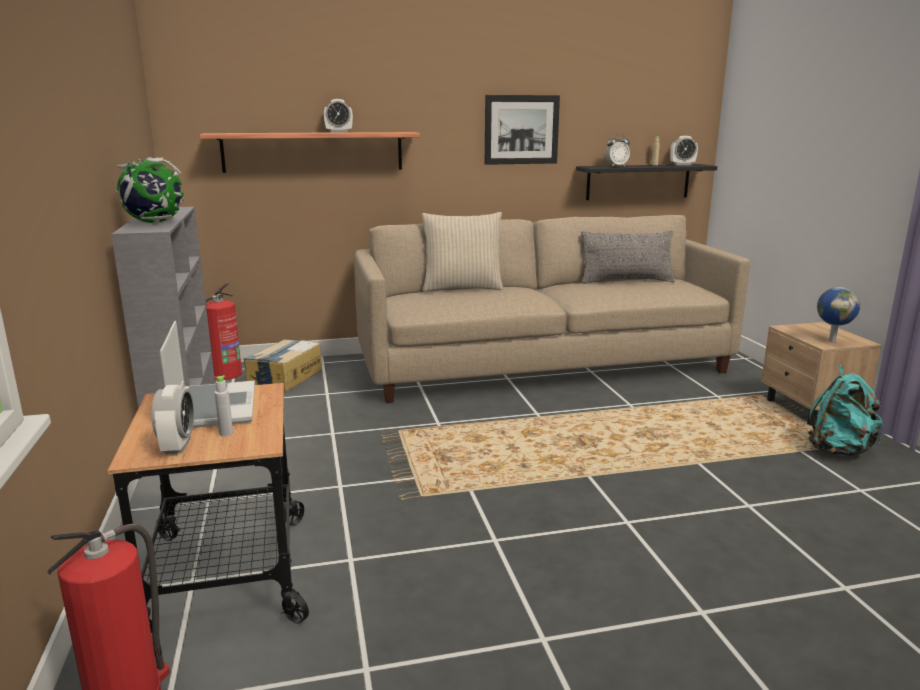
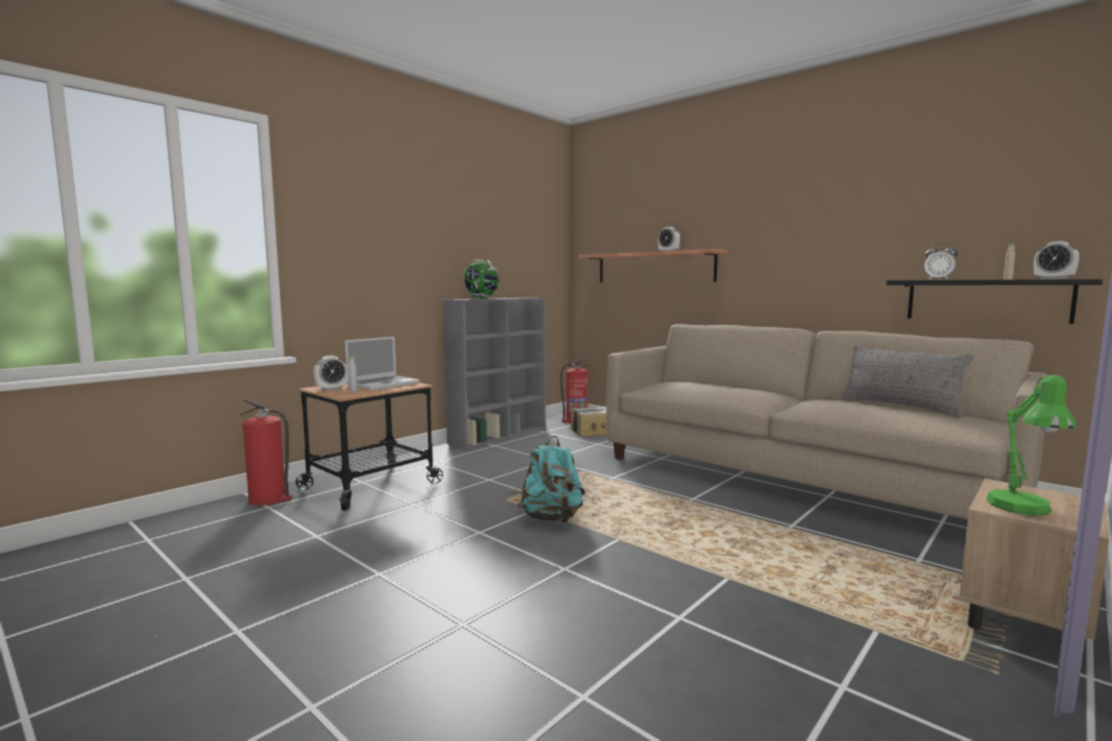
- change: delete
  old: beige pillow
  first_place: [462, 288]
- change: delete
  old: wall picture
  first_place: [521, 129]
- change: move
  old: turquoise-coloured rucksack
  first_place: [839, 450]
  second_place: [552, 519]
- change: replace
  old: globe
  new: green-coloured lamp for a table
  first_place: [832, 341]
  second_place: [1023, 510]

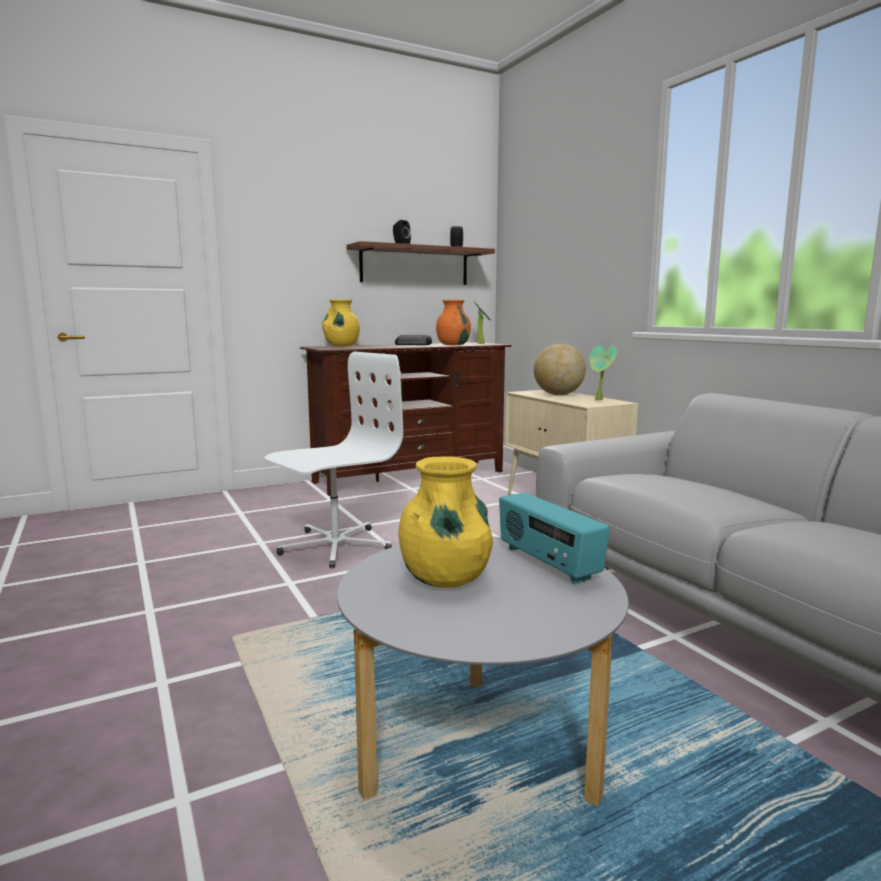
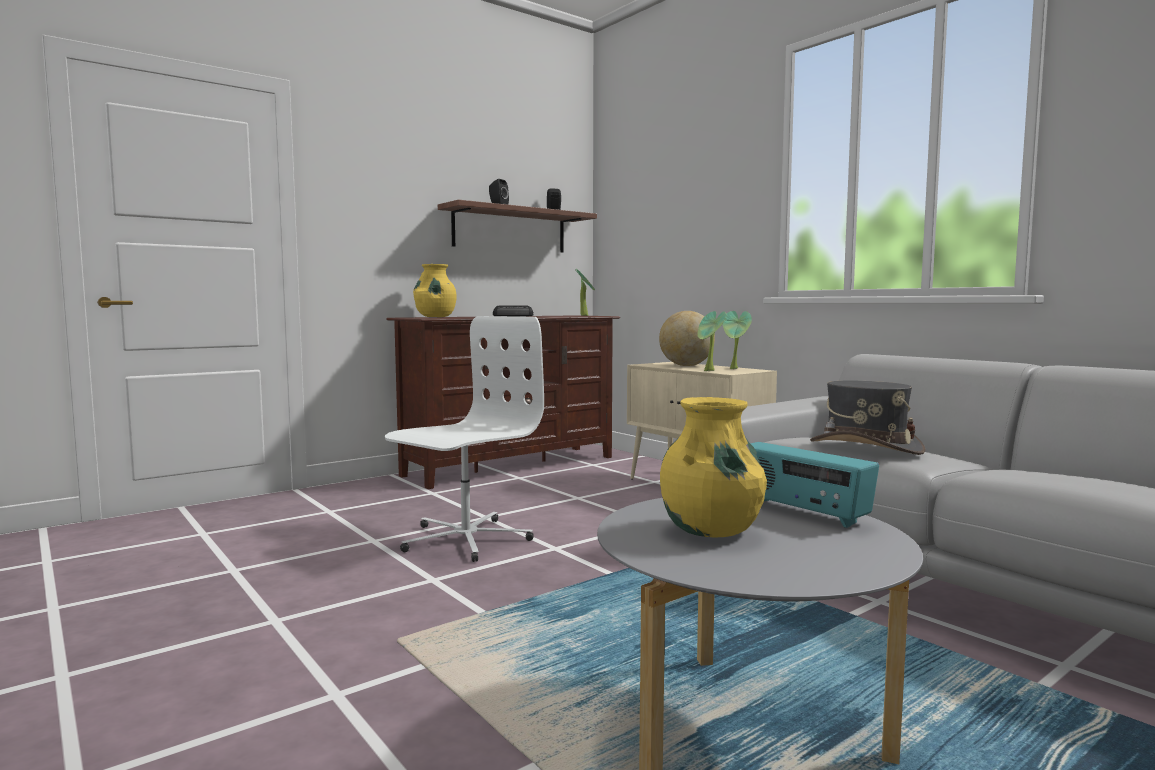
- change: delete
  old: orange vase
  first_place: [453, 345]
- change: insert
  new: potted plant
  second_place: [709, 371]
- change: insert
  new: grey hat
  second_place: [865, 447]

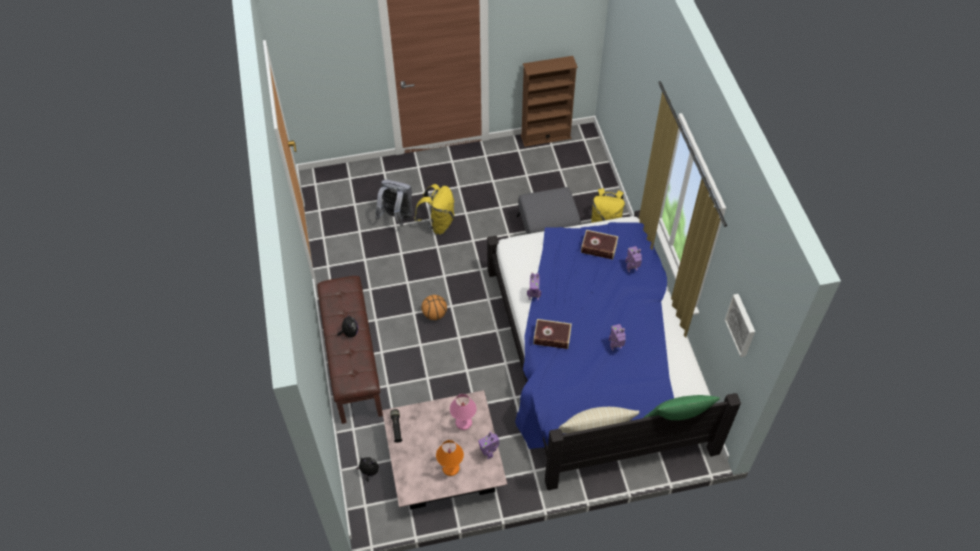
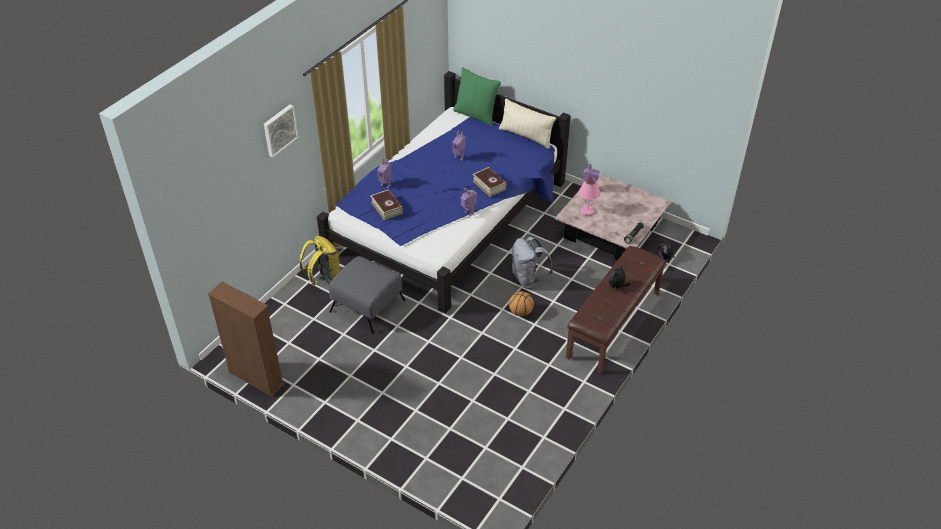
- change: move
  old: grey rucksack
  first_place: [397, 217]
  second_place: [528, 279]
- change: delete
  old: yellowish rucksack
  first_place: [438, 224]
- change: delete
  old: orange lamp for a table
  first_place: [450, 468]
- change: move
  old: wall picture
  first_place: [742, 325]
  second_place: [279, 130]

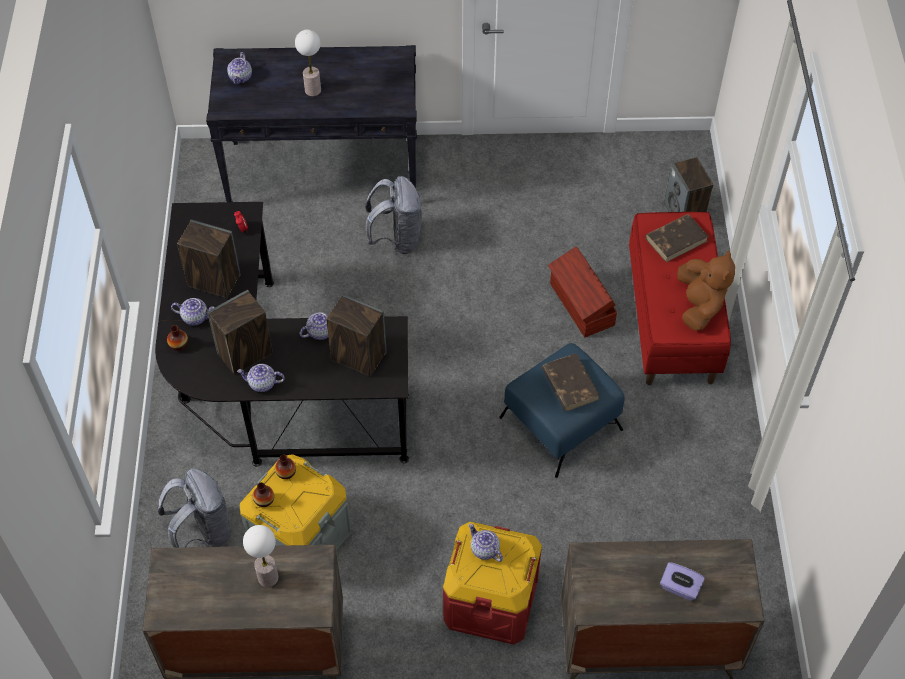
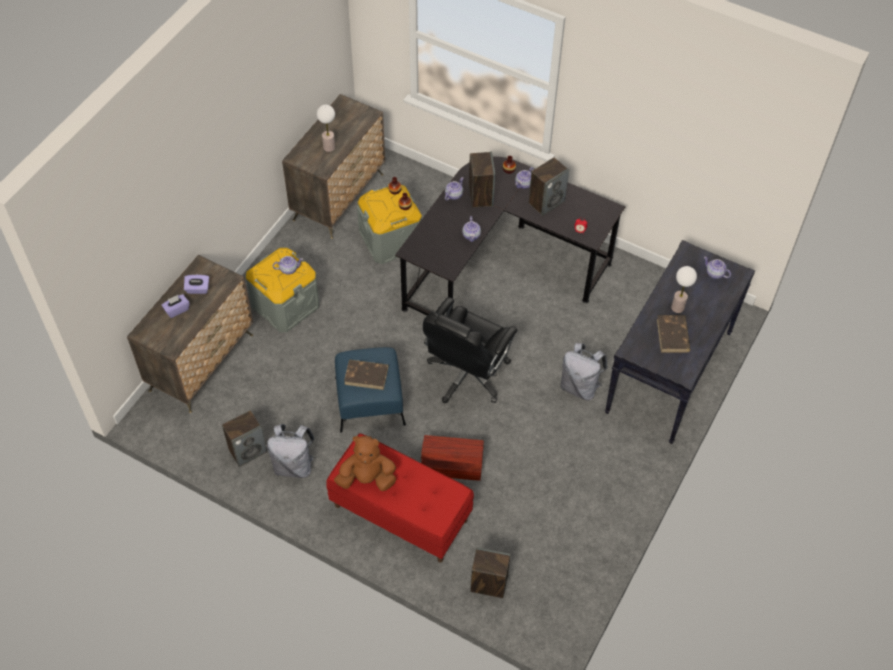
- change: move
  old: grey rucksack
  first_place: [203, 531]
  second_place: [294, 465]
- change: move
  old: audio speaker
  first_place: [358, 356]
  second_place: [248, 450]
- change: recolor
  old: red-coloured storage box
  new: grey storage box
  first_place: [491, 600]
  second_place: [285, 305]
- change: move
  old: brown-coloured book
  first_place: [676, 239]
  second_place: [673, 336]
- change: rotate
  old: brown-coloured soft toy
  first_place: [699, 306]
  second_place: [367, 479]
  degrees: 150
- change: insert
  new: purple-coloured box of tissues
  second_place: [198, 289]
- change: insert
  new: black-coloured desk chair
  second_place: [467, 375]

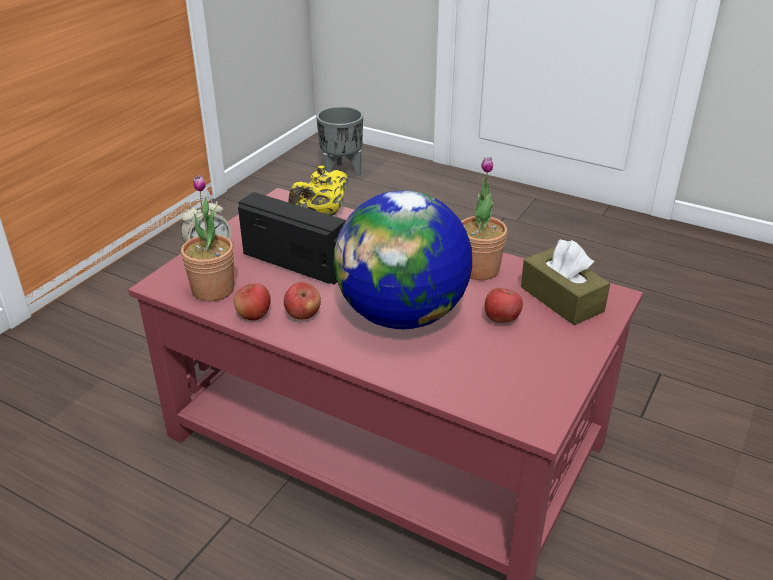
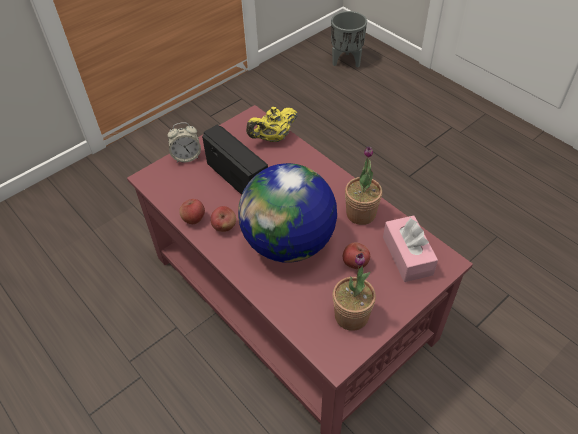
- change: move
  old: potted plant
  first_place: [213, 290]
  second_place: [351, 316]
- change: recolor
  old: brown-coloured box of tissues
  new: pinkish box of tissues
  first_place: [561, 299]
  second_place: [407, 255]

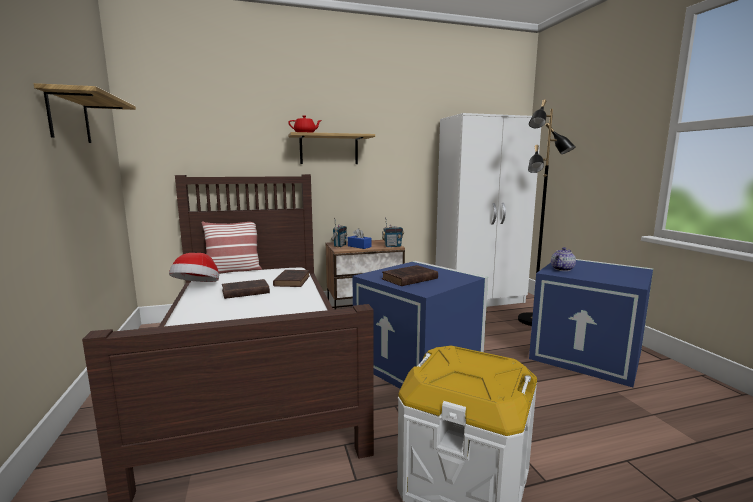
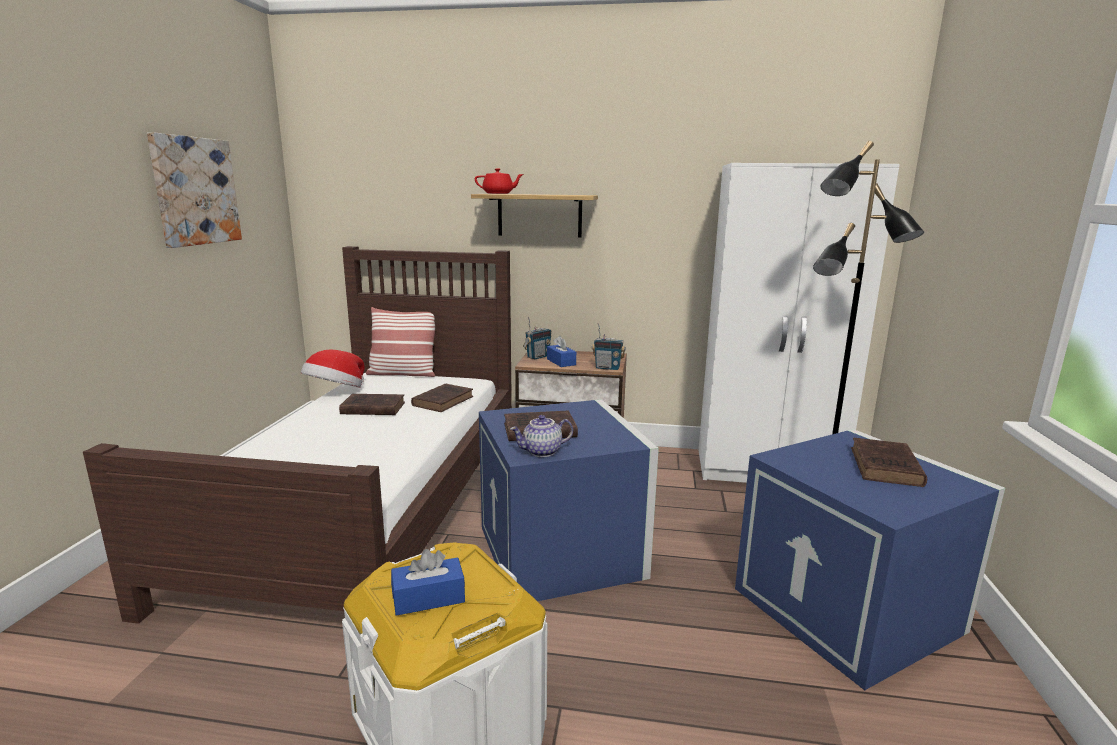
- change: replace
  old: bracket shelf
  new: wall picture
  first_place: [69, 118]
  second_place: [195, 191]
- change: move
  old: teapot
  first_place: [562, 269]
  second_place: [542, 452]
- change: insert
  new: blue-coloured box of tissues
  second_place: [428, 598]
- change: insert
  new: brown-coloured book
  second_place: [886, 468]

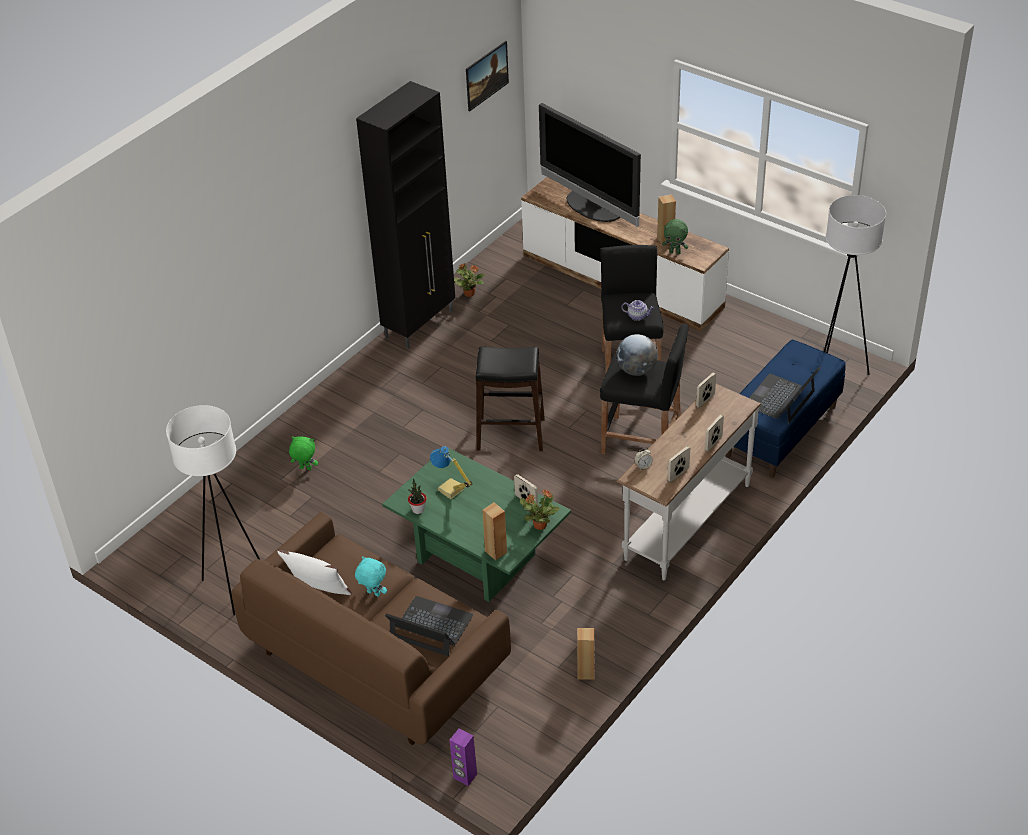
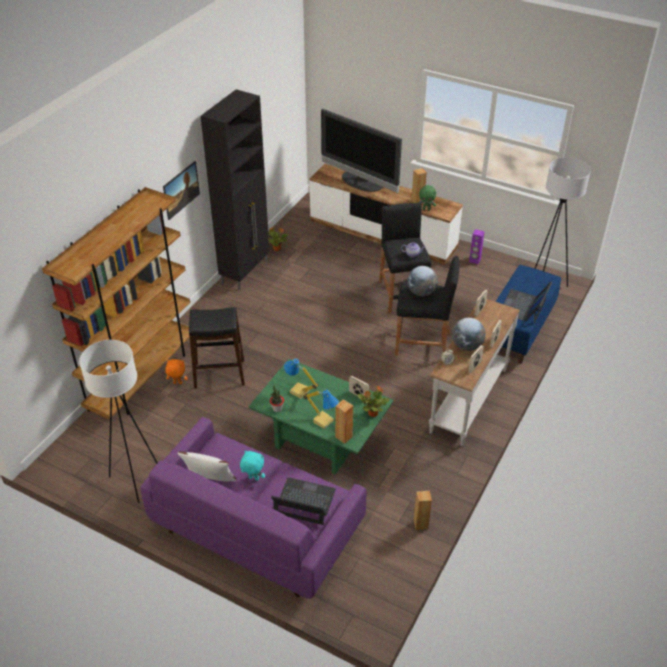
- change: recolor
  old: brown-coloured couch
  new: purple-coloured couch
  first_place: [376, 659]
  second_place: [257, 528]
- change: recolor
  old: green-coloured soft toy
  new: orange soft toy
  first_place: [305, 469]
  second_place: [177, 383]
- change: move
  old: purple-coloured audio speaker
  first_place: [465, 776]
  second_place: [474, 260]
- change: move
  old: wall picture
  first_place: [487, 86]
  second_place: [182, 198]
- change: move
  old: black-coloured stool
  first_place: [511, 434]
  second_place: [219, 374]
- change: insert
  new: brown-coloured shelving unit
  second_place: [142, 377]
- change: insert
  new: lamp for a table
  second_place: [323, 420]
- change: insert
  new: globe
  second_place: [467, 346]

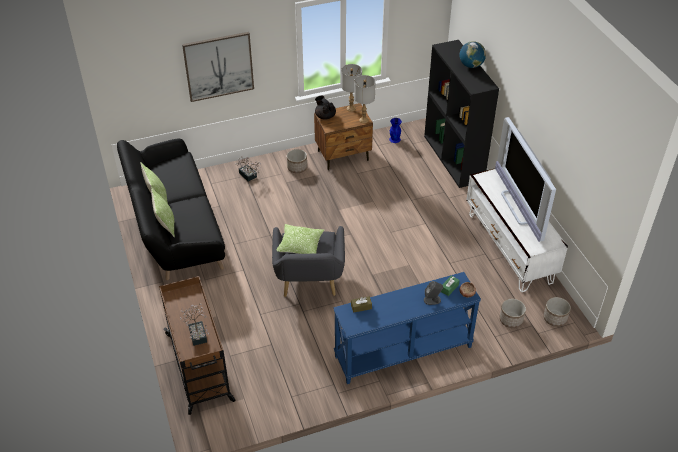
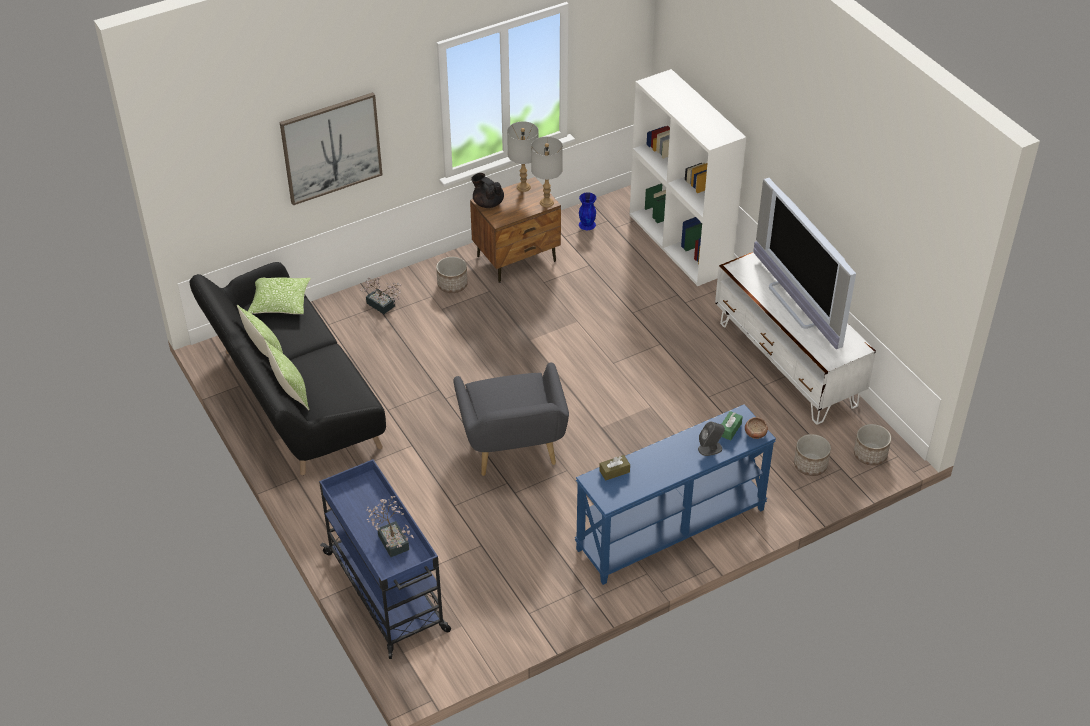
- change: recolor
  old: brown-coloured cart
  new: blue-coloured cart
  first_place: [200, 368]
  second_place: [387, 593]
- change: move
  old: pillow
  first_place: [300, 245]
  second_place: [280, 303]
- change: recolor
  old: black-coloured shelving unit
  new: whitish shelving unit
  first_place: [454, 158]
  second_place: [680, 243]
- change: delete
  old: globe
  first_place: [471, 65]

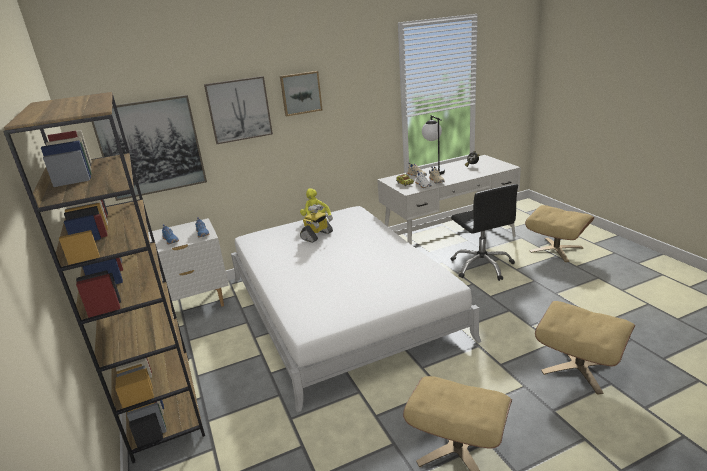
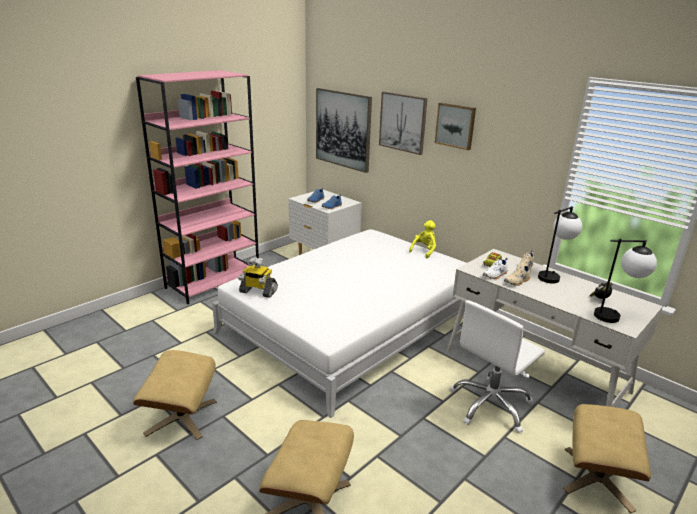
- change: recolor
  old: brown-coloured shelving unit
  new: pinkish shelving unit
  first_place: [163, 404]
  second_place: [213, 282]
- change: move
  old: toy robot
  first_place: [317, 236]
  second_place: [258, 291]
- change: recolor
  old: black-coloured desk chair
  new: whitish desk chair
  first_place: [482, 266]
  second_place: [491, 405]
- change: insert
  new: lamp for a table
  second_place: [616, 316]

